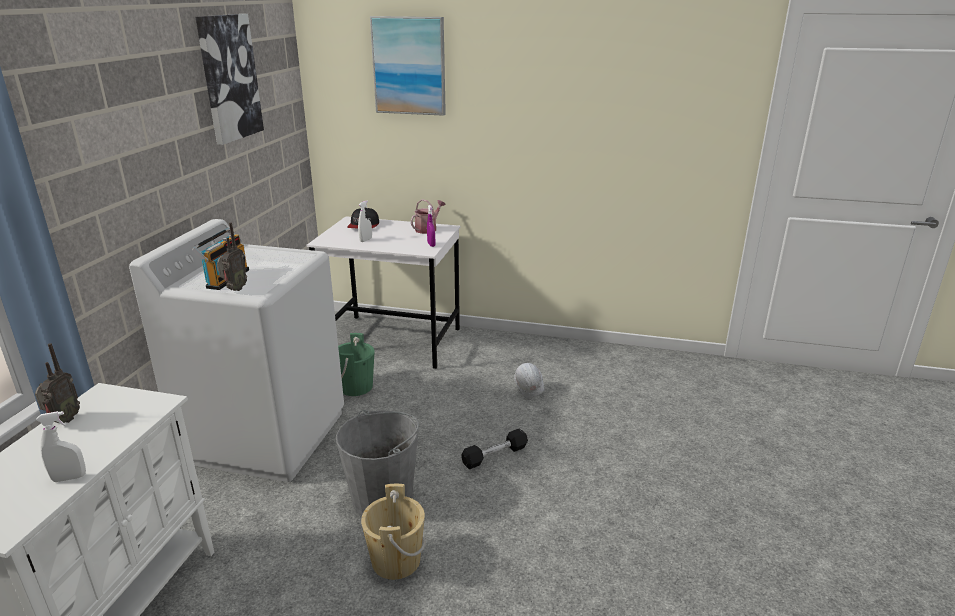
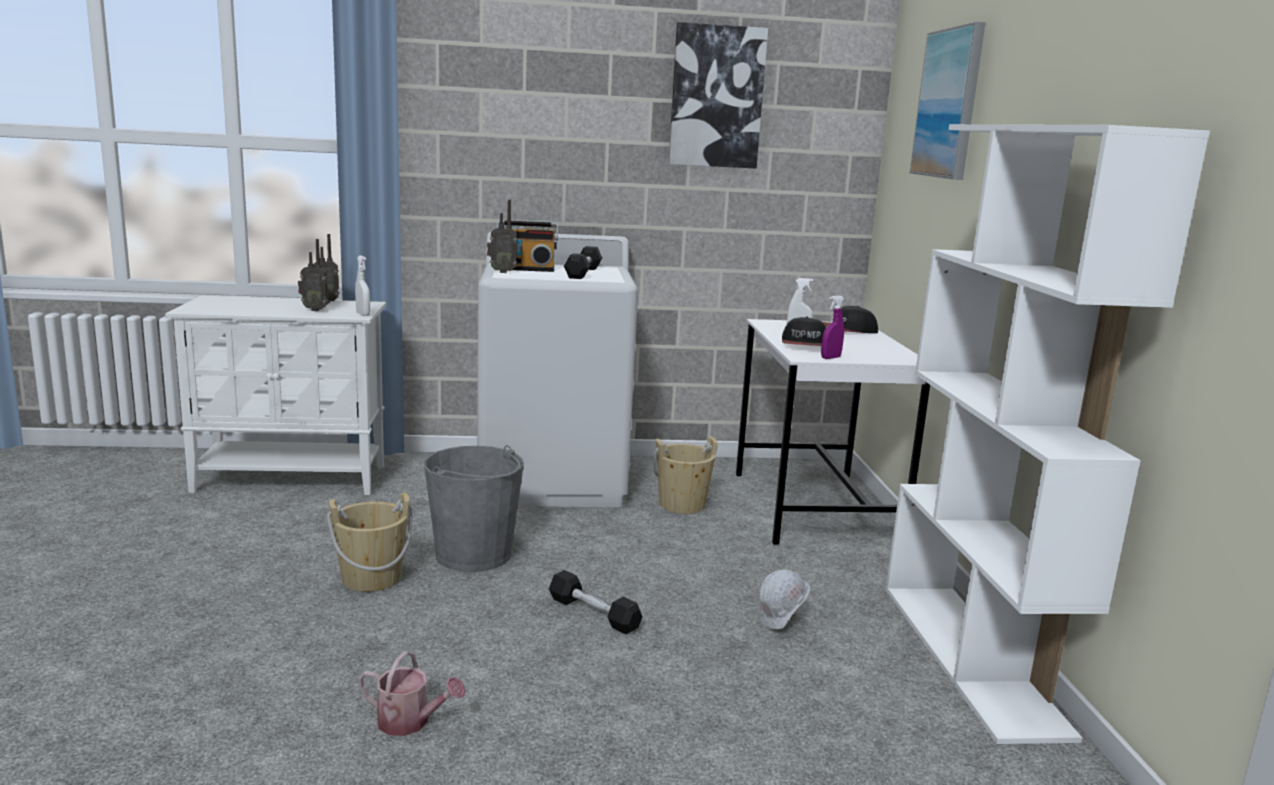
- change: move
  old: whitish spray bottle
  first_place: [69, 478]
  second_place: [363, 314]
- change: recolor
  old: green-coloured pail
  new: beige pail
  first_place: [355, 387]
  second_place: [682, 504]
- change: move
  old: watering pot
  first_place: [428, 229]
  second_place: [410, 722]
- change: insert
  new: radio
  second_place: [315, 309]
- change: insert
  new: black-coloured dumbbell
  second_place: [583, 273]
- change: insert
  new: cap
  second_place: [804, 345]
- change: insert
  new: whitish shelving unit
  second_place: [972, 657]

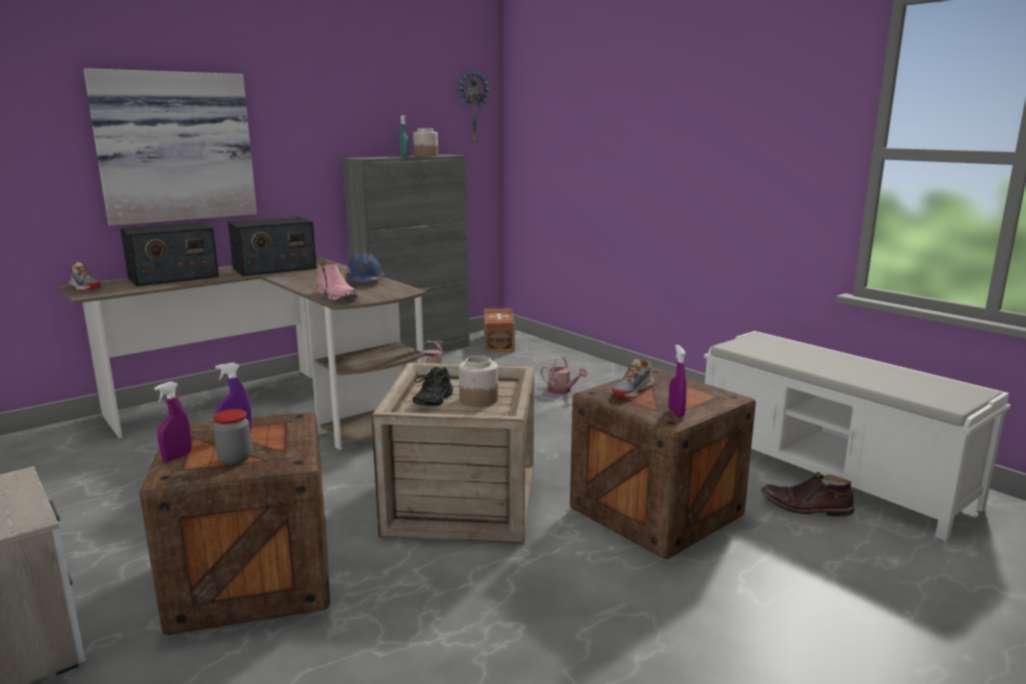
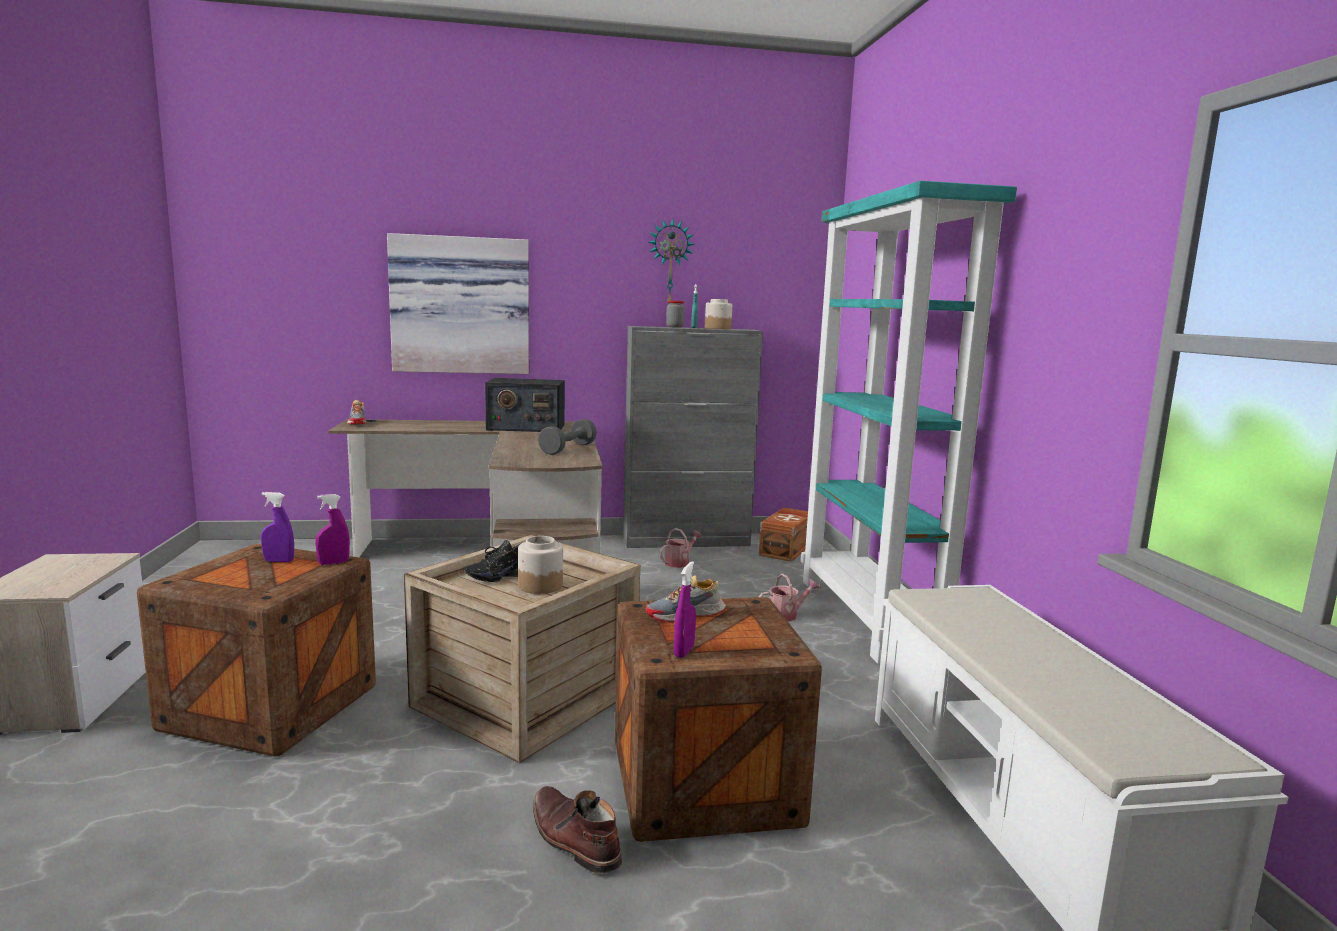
- change: delete
  old: radio
  first_place: [173, 277]
- change: move
  old: purple-coloured spray bottle
  first_place: [177, 457]
  second_place: [333, 563]
- change: move
  old: storage jar
  first_place: [235, 459]
  second_place: [675, 327]
- change: delete
  old: pinkish high-top boot
  first_place: [338, 296]
- change: replace
  old: blue-coloured hard hat
  new: grey dumbbell
  first_place: [364, 282]
  second_place: [568, 449]
- change: move
  old: wall clock
  first_place: [472, 106]
  second_place: [670, 263]
- change: rotate
  old: watering pot
  first_place: [562, 391]
  second_place: [786, 615]
  degrees: -90
- change: move
  old: brown-coloured high-top boot
  first_place: [806, 507]
  second_place: [573, 838]
- change: insert
  new: turquoise-coloured shelving unit
  second_place: [870, 617]

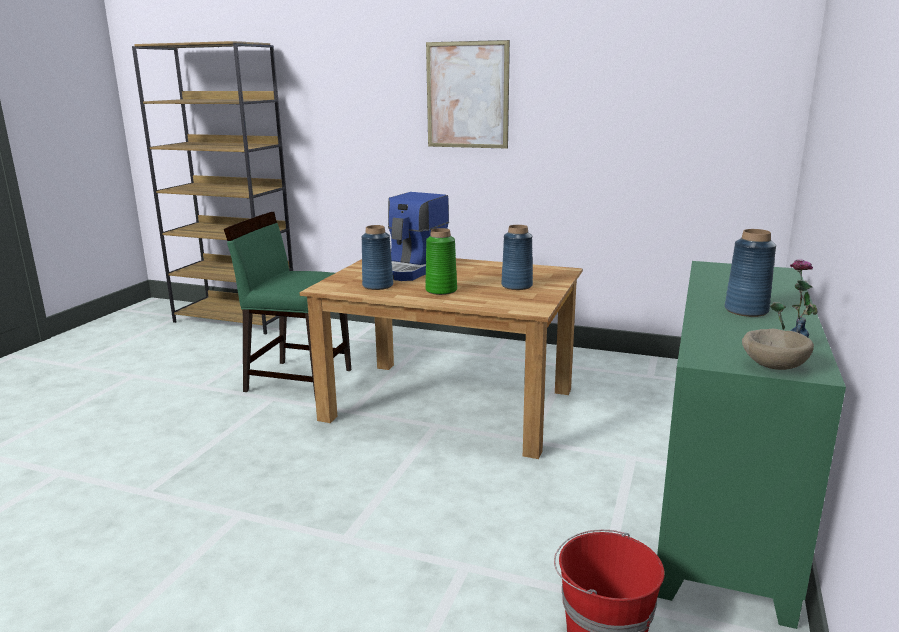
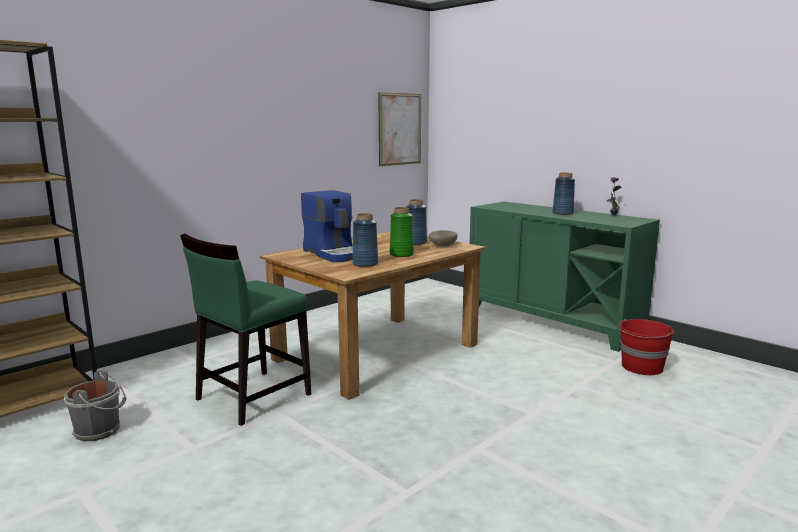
- change: move
  old: wall picture
  first_place: [467, 95]
  second_place: [400, 129]
- change: move
  old: beige deep dish
  first_place: [774, 366]
  second_place: [442, 245]
- change: insert
  new: grey pail
  second_place: [99, 430]

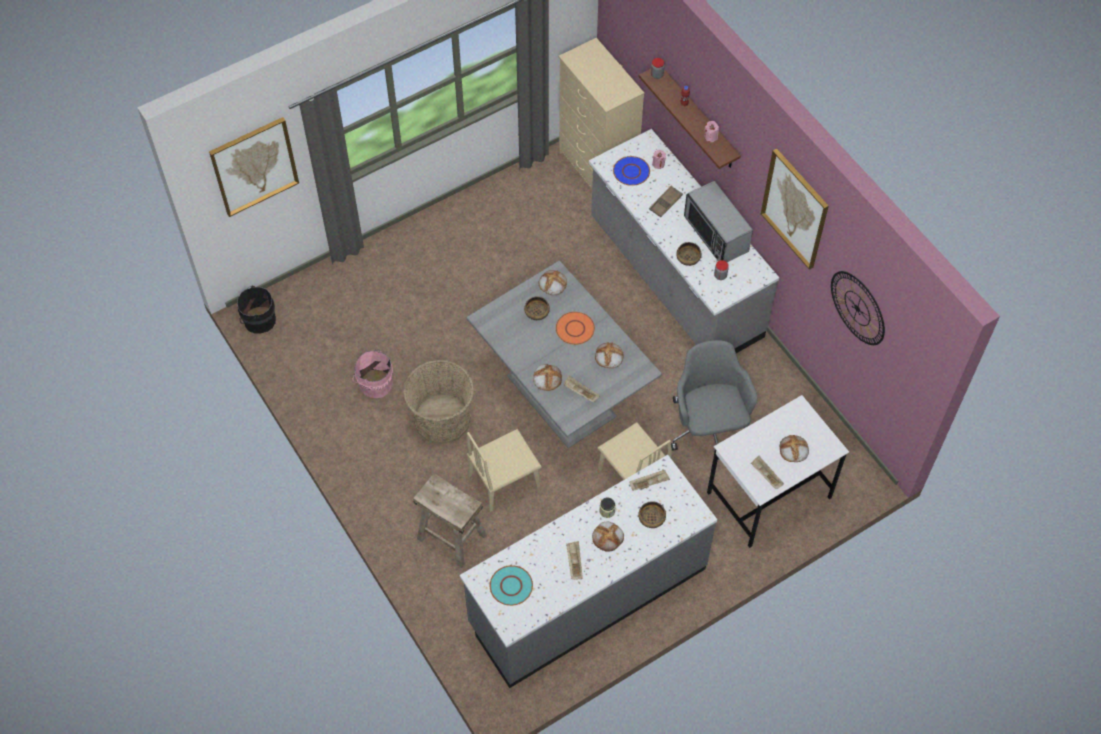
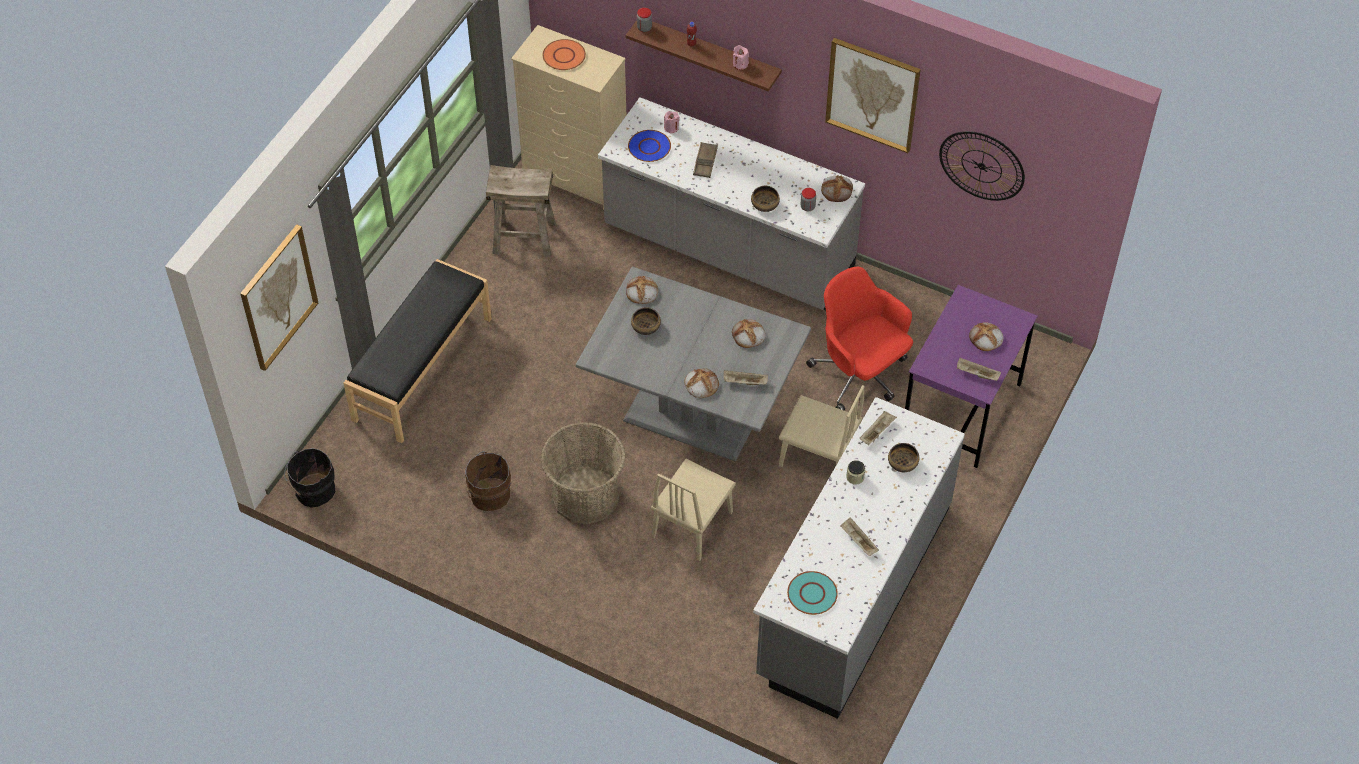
- change: recolor
  old: pinkish pail
  new: brown-coloured pail
  first_place: [374, 383]
  second_place: [488, 494]
- change: move
  old: beige stool
  first_place: [451, 537]
  second_place: [523, 238]
- change: move
  old: orange plate
  first_place: [575, 328]
  second_place: [564, 55]
- change: move
  old: bakery bread
  first_place: [608, 537]
  second_place: [837, 190]
- change: recolor
  old: grey desk chair
  new: red-coloured desk chair
  first_place: [708, 427]
  second_place: [859, 375]
- change: delete
  old: microwave oven
  first_place: [715, 234]
- change: recolor
  old: whitish desk unit
  new: purple-coloured desk unit
  first_place: [768, 496]
  second_place: [961, 411]
- change: insert
  new: black-coloured indoor bench
  second_place: [421, 368]

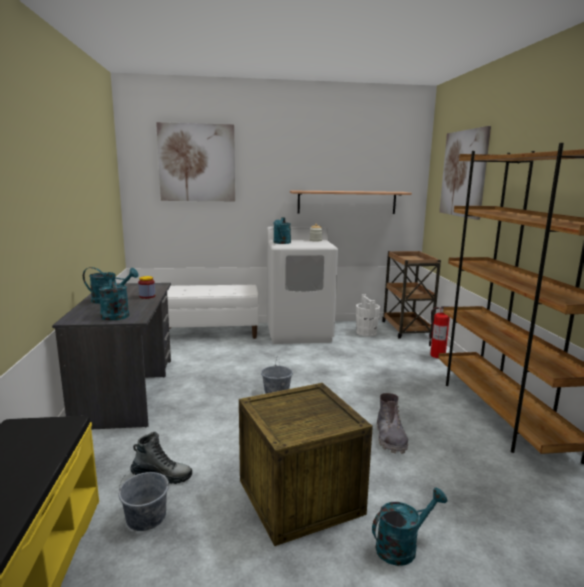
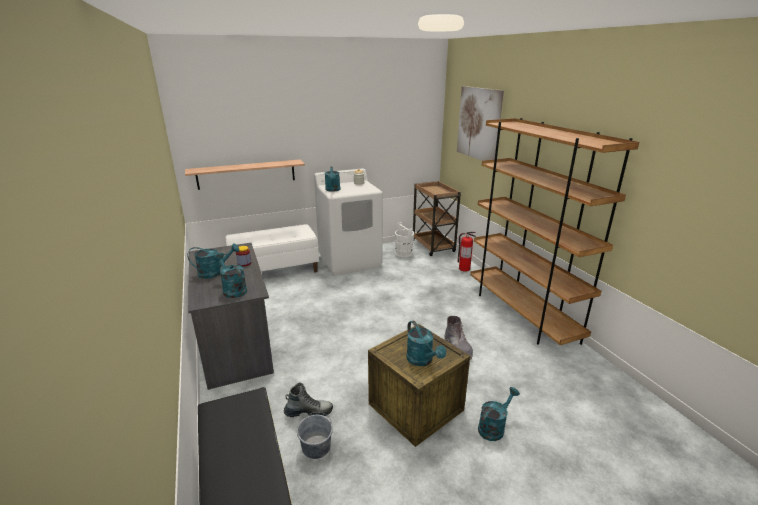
- change: delete
  old: wall picture
  first_place: [197, 163]
- change: delete
  old: grey pail
  first_place: [276, 391]
- change: move
  old: bracket shelf
  first_place: [347, 202]
  second_place: [246, 174]
- change: insert
  new: turquoise-coloured watering pot
  second_place: [422, 361]

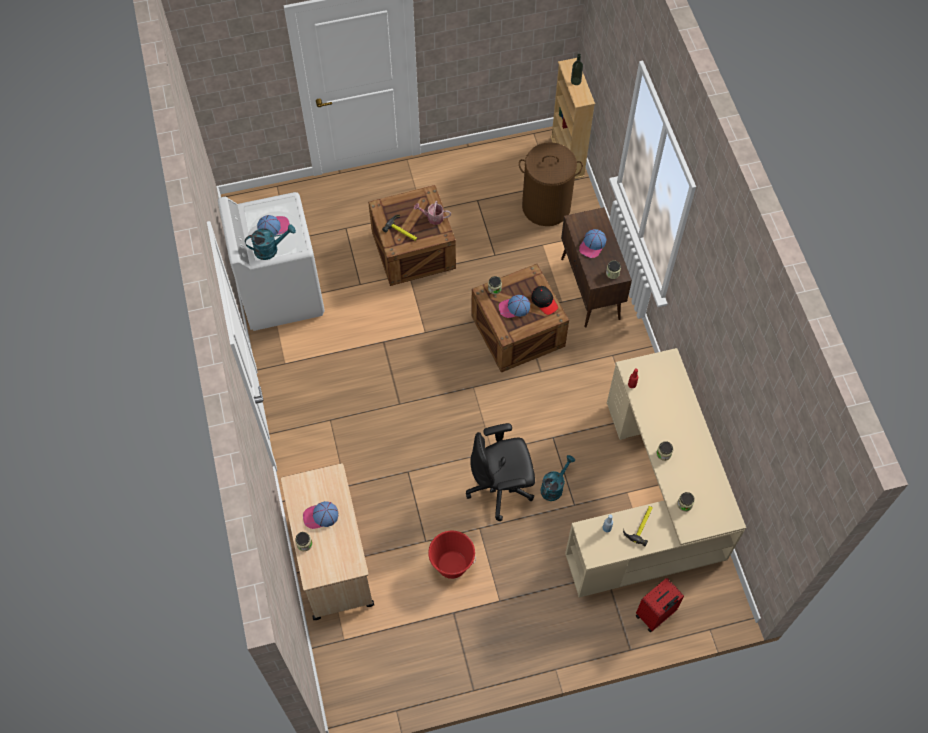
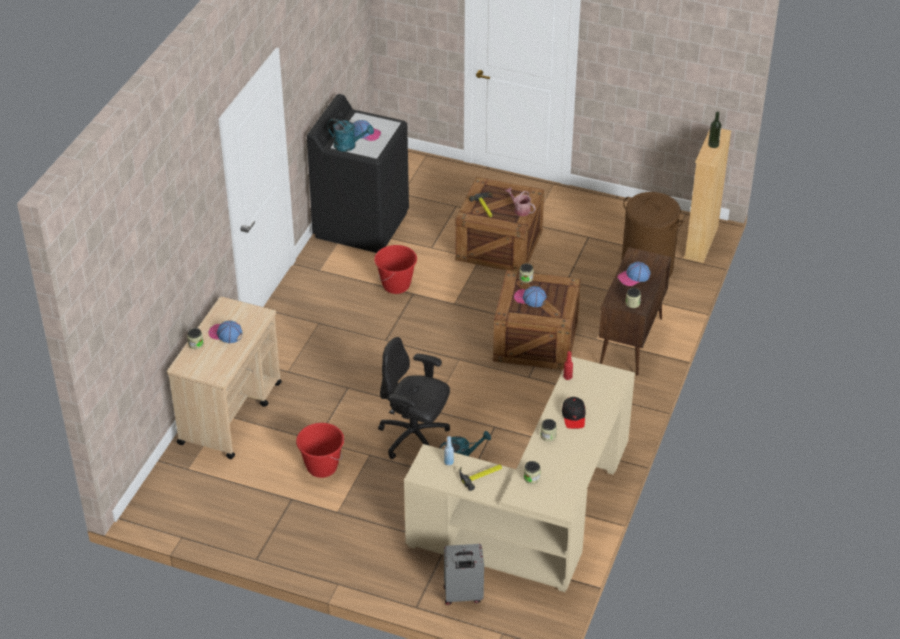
- change: recolor
  old: whitish laundry appliance
  new: black-coloured laundry appliance
  first_place: [281, 293]
  second_place: [361, 224]
- change: move
  old: black-coloured cap
  first_place: [544, 301]
  second_place: [574, 416]
- change: recolor
  old: red-coloured piece of luggage
  new: grey piece of luggage
  first_place: [655, 615]
  second_place: [463, 596]
- change: insert
  new: red-coloured pail
  second_place: [396, 285]

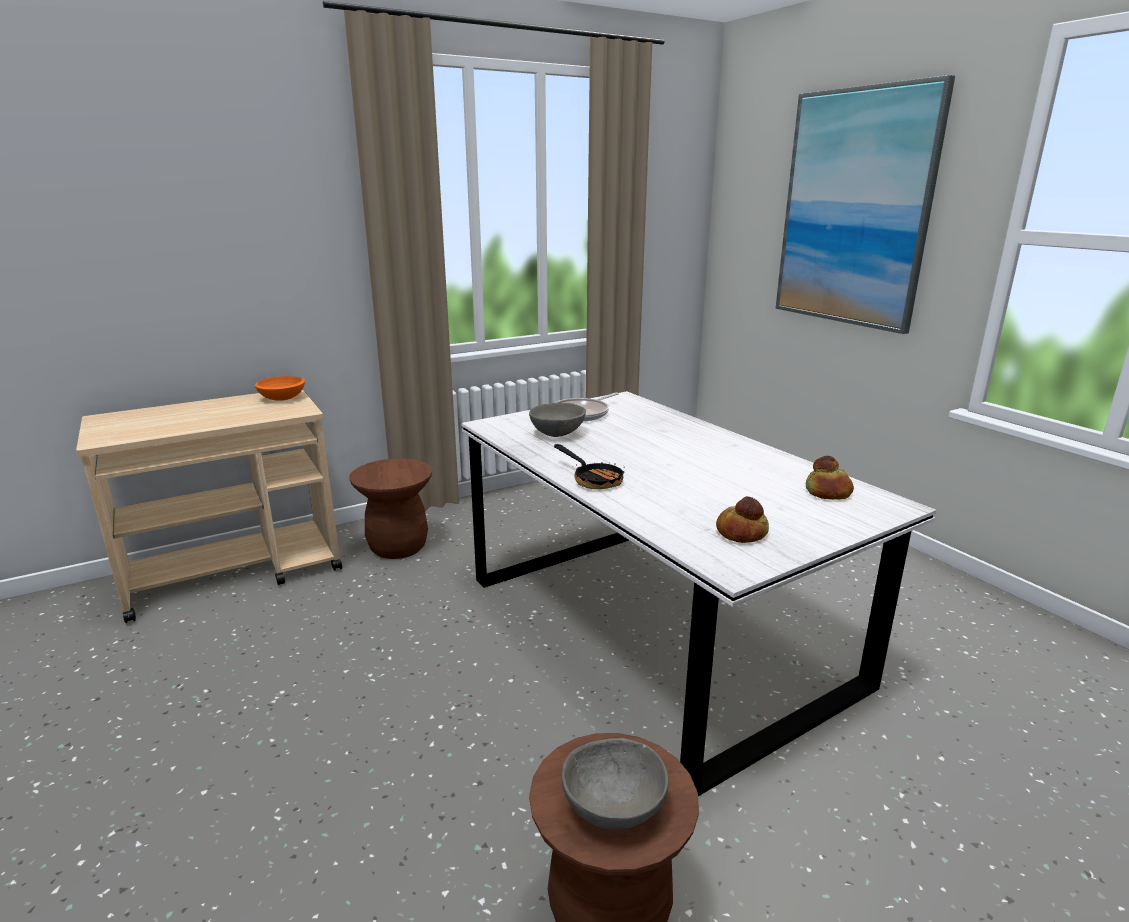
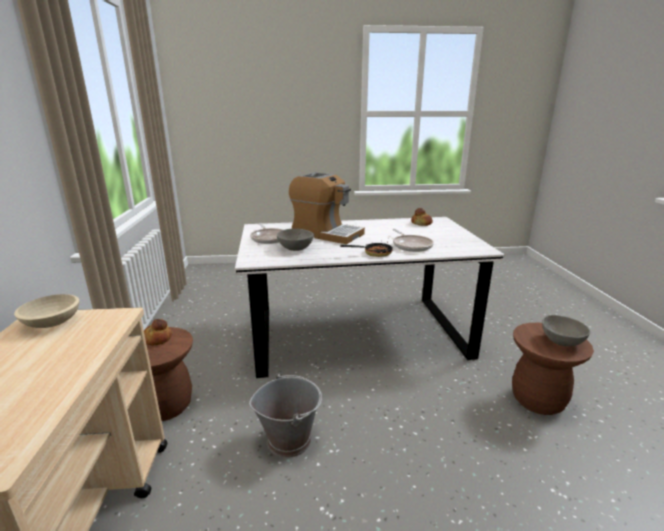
- change: recolor
  old: orange deep dish
  new: beige deep dish
  first_place: [281, 398]
  second_place: [52, 323]
- change: move
  old: bakery bread
  first_place: [741, 532]
  second_place: [157, 339]
- change: delete
  old: wall picture
  first_place: [854, 209]
- change: insert
  new: grey pail
  second_place: [289, 439]
- change: insert
  new: coffee brewer
  second_place: [326, 234]
- change: insert
  new: skillet
  second_place: [411, 245]

